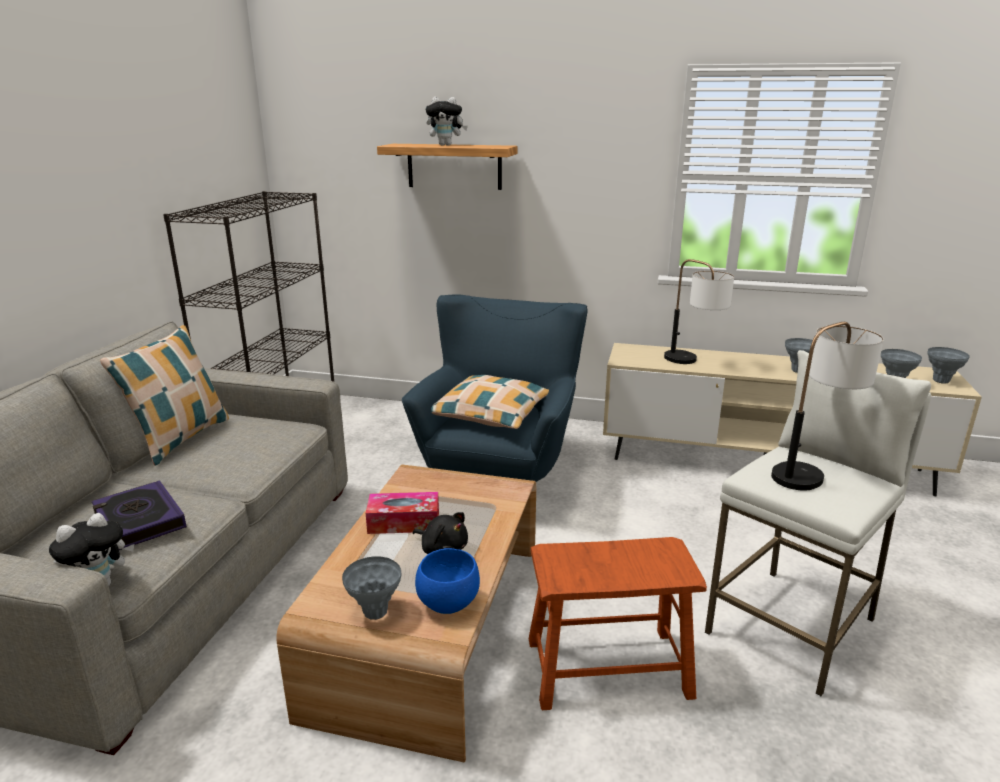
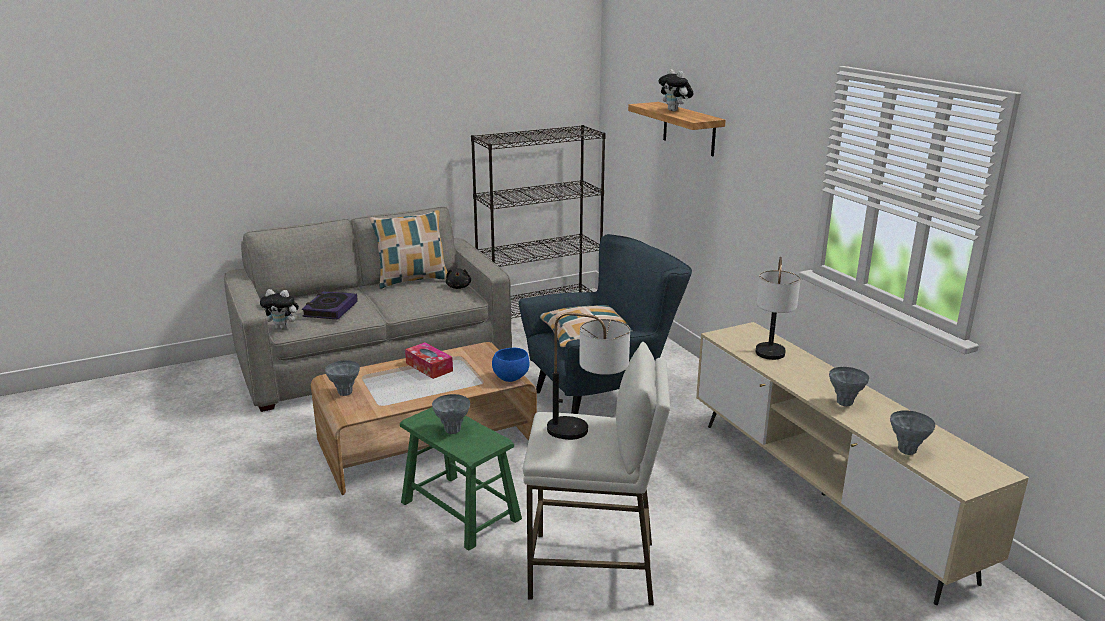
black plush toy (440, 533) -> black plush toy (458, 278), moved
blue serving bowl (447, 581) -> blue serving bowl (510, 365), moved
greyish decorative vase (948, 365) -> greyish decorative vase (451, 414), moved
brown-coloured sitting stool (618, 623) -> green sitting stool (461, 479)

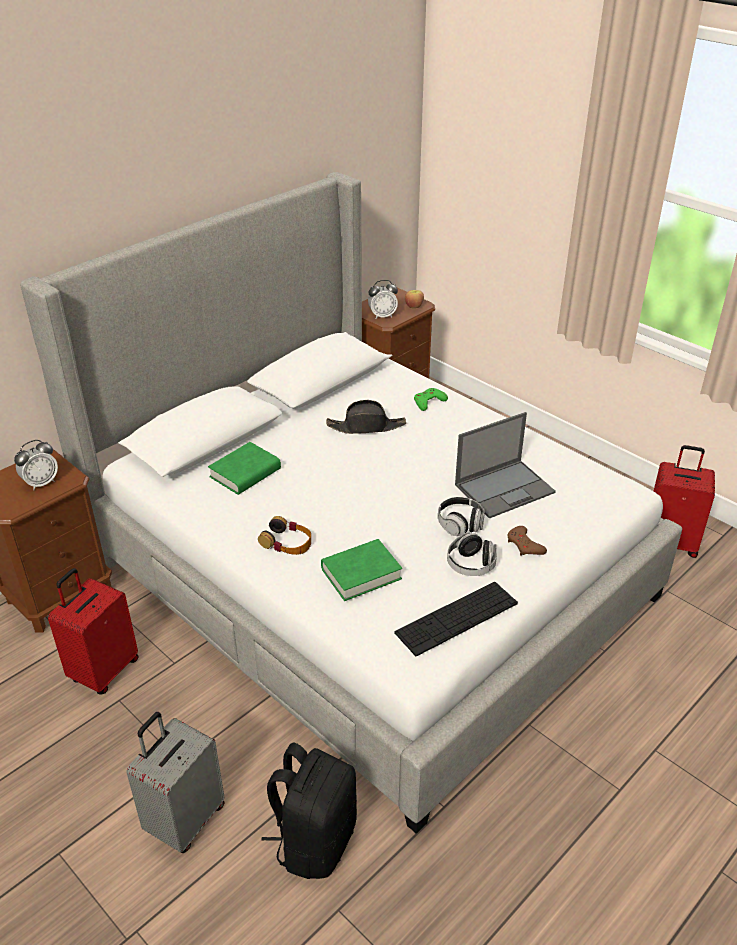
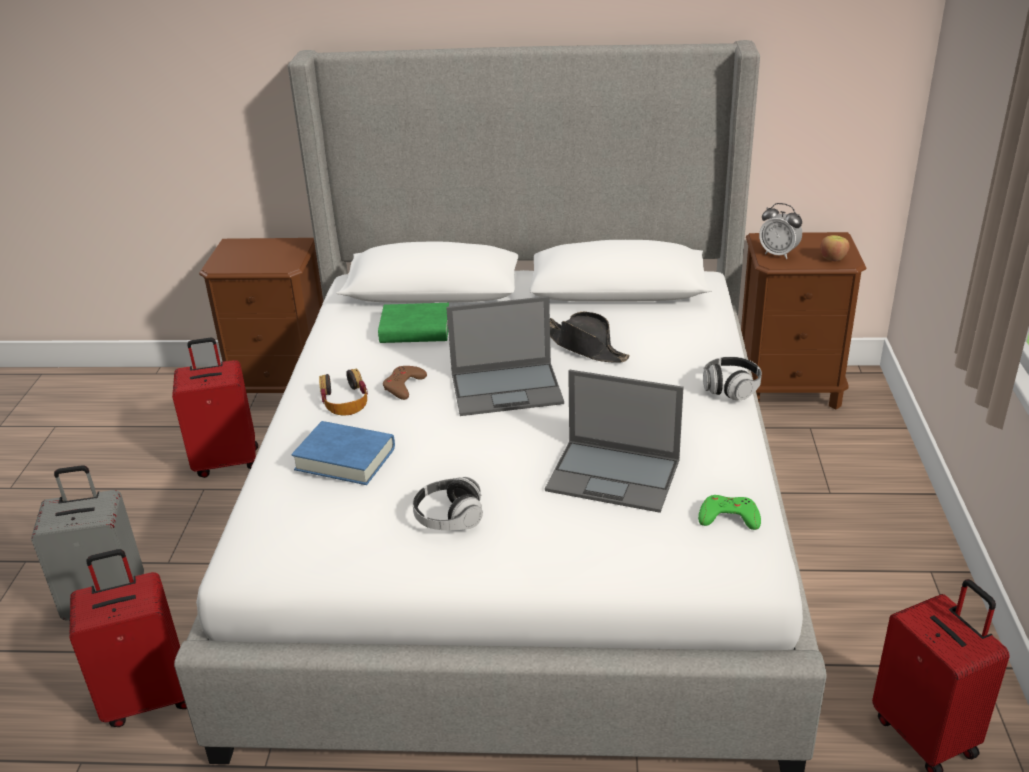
table clock (36, 465) -> none
PC keyboard (456, 619) -> none
none -> laptop (505, 356)
green gamepad (431, 399) -> green gamepad (729, 512), moved
pair of headphones (461, 516) -> pair of headphones (732, 378), moved
brown-coloured gamepad (527, 541) -> brown-coloured gamepad (405, 383), moved
black backpack (309, 810) -> red-coloured travel case (128, 638)
green volume (361, 570) -> blue volume (343, 453)

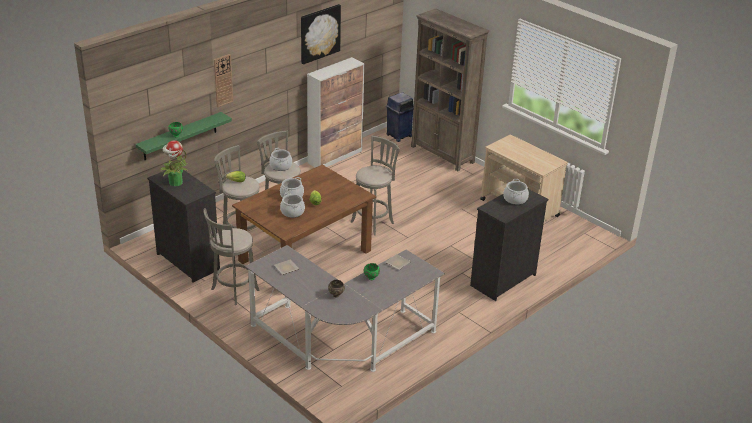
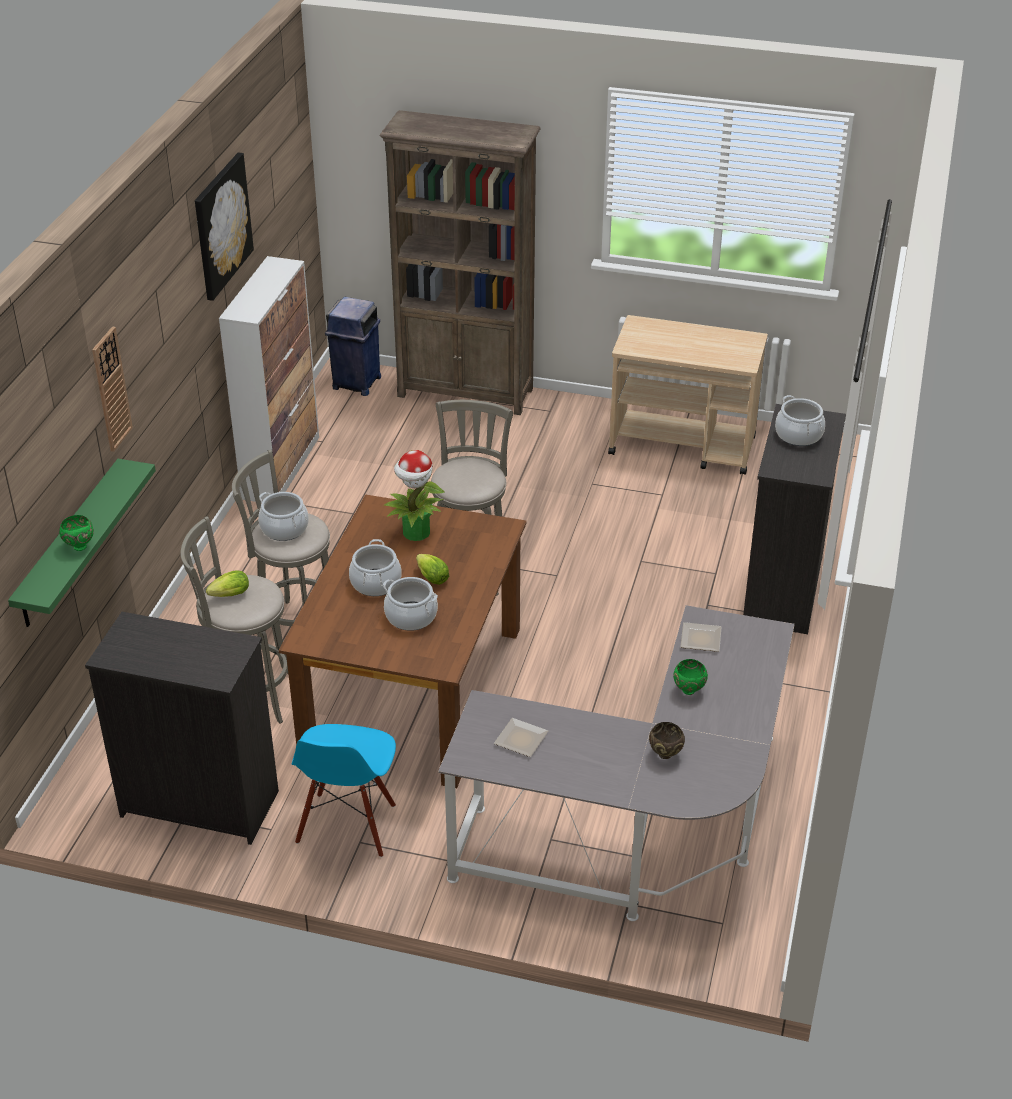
houseplant (173, 163) -> houseplant (414, 495), moved
greyish sitting stool (231, 256) -> blue chair (344, 791)

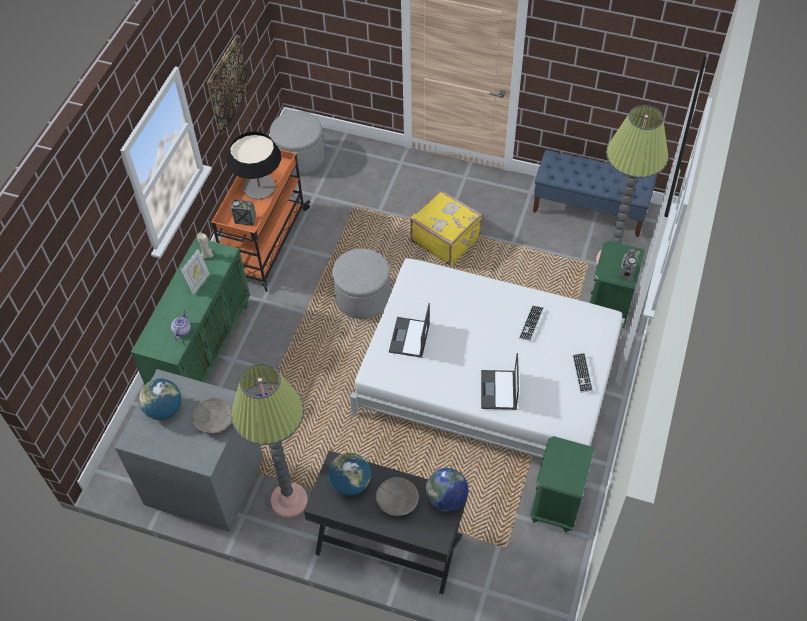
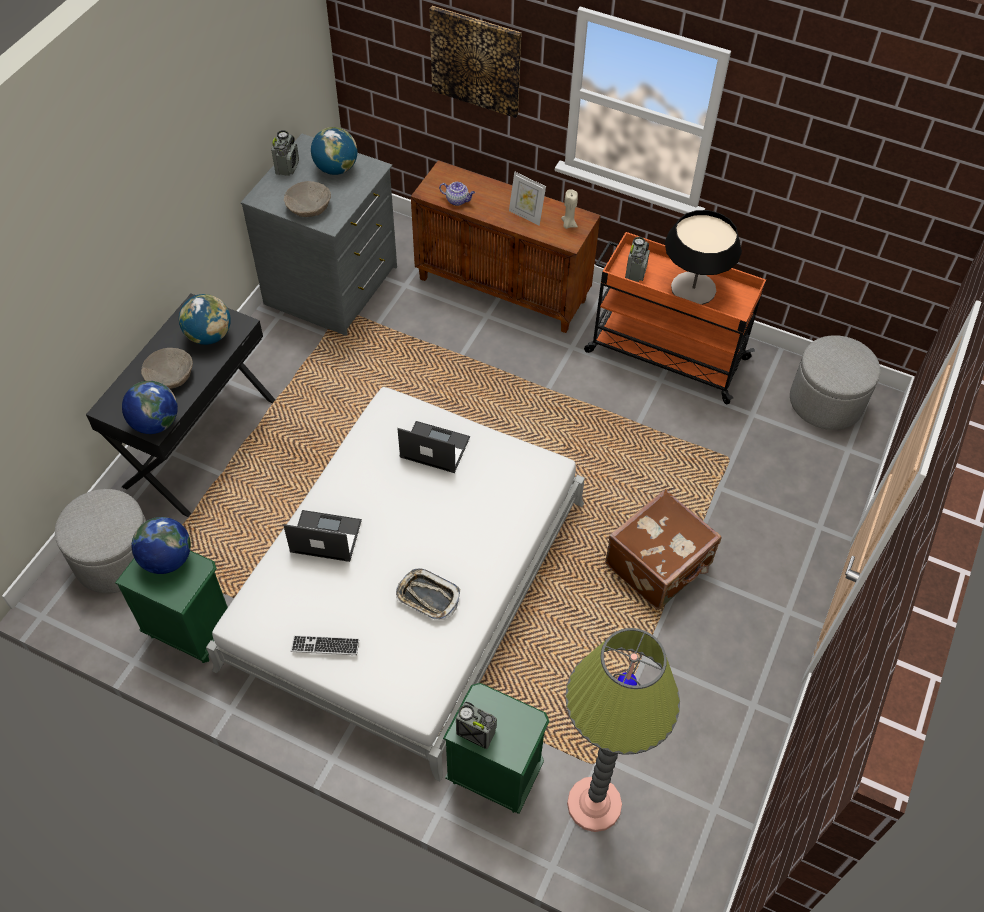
floor lamp (269, 440) -> none
blue bench (595, 193) -> none
none -> globe (161, 545)
none -> radio set (285, 153)
wall picture (228, 85) -> wall picture (475, 62), moved
greyish ottoman (361, 283) -> greyish ottoman (100, 541), moved
PC keyboard (531, 323) -> serving tray (428, 593)
green cupboard (190, 311) -> brown-coloured cupboard (505, 246)
yellow-coloured travel case (446, 228) -> brown-coloured travel case (663, 549)

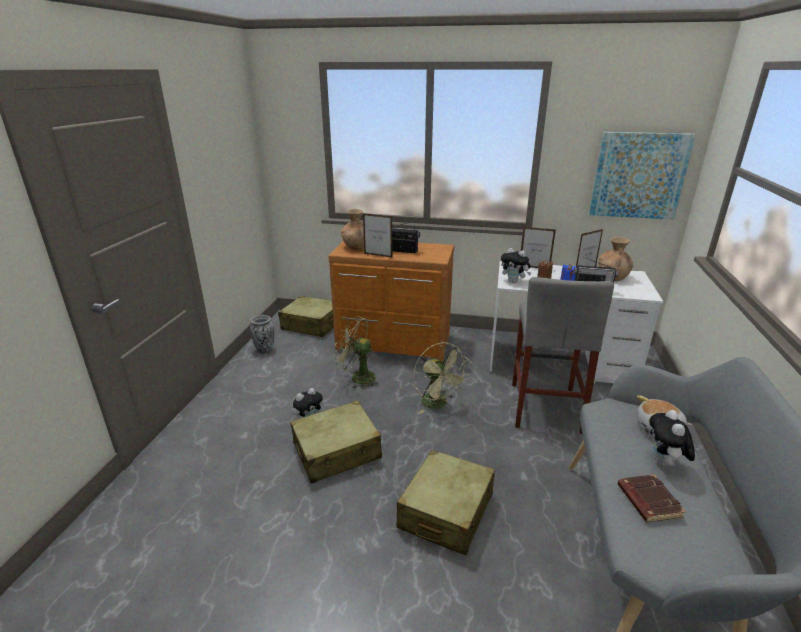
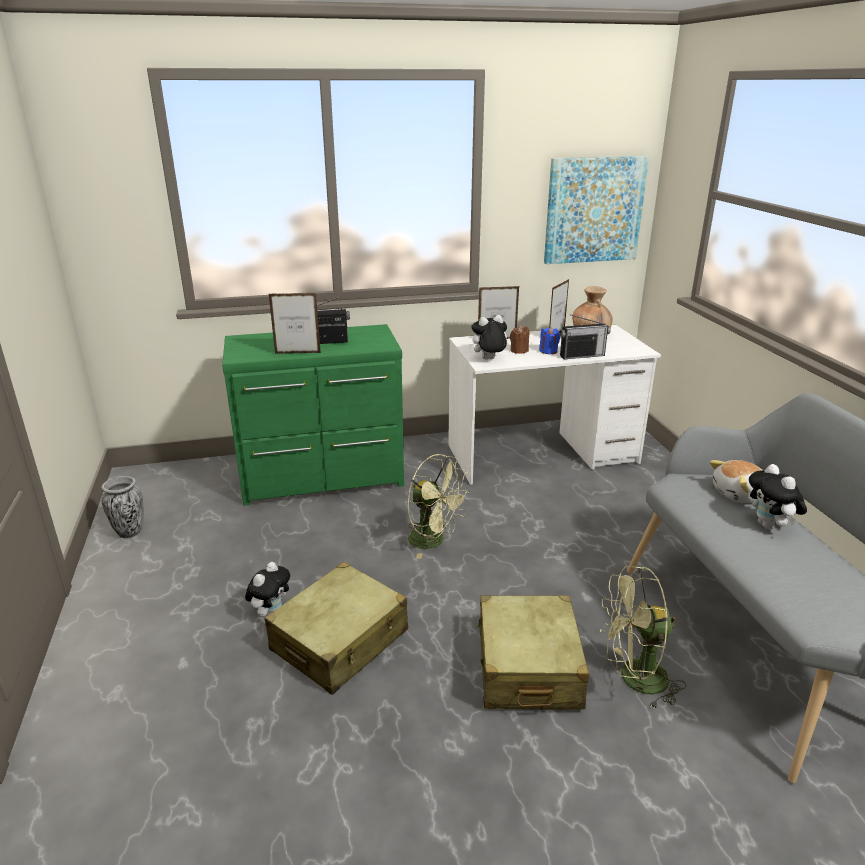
beige-coloured travel case (306, 316) -> none
brown-coloured decorative vase (352, 229) -> none
greyish sitting stool (563, 355) -> none
brown-coloured volume (652, 498) -> none
green electric fan (356, 353) -> green electric fan (643, 638), moved
brown-coloured chest of drawers (391, 301) -> green chest of drawers (313, 415)
plush toy (516, 265) -> plush toy (487, 337), 150 degrees clockwise

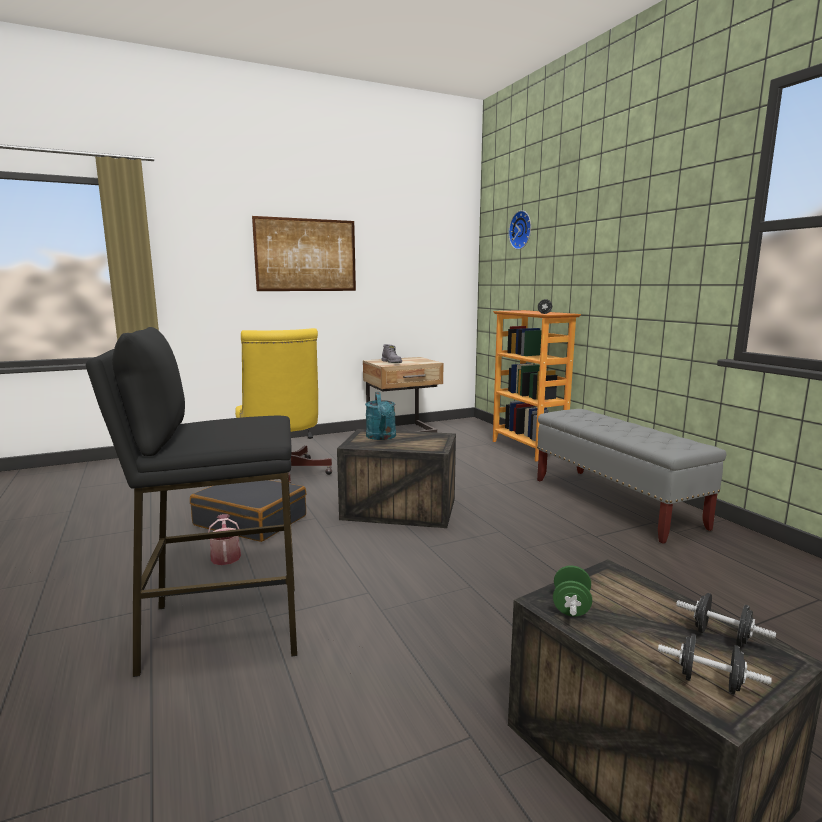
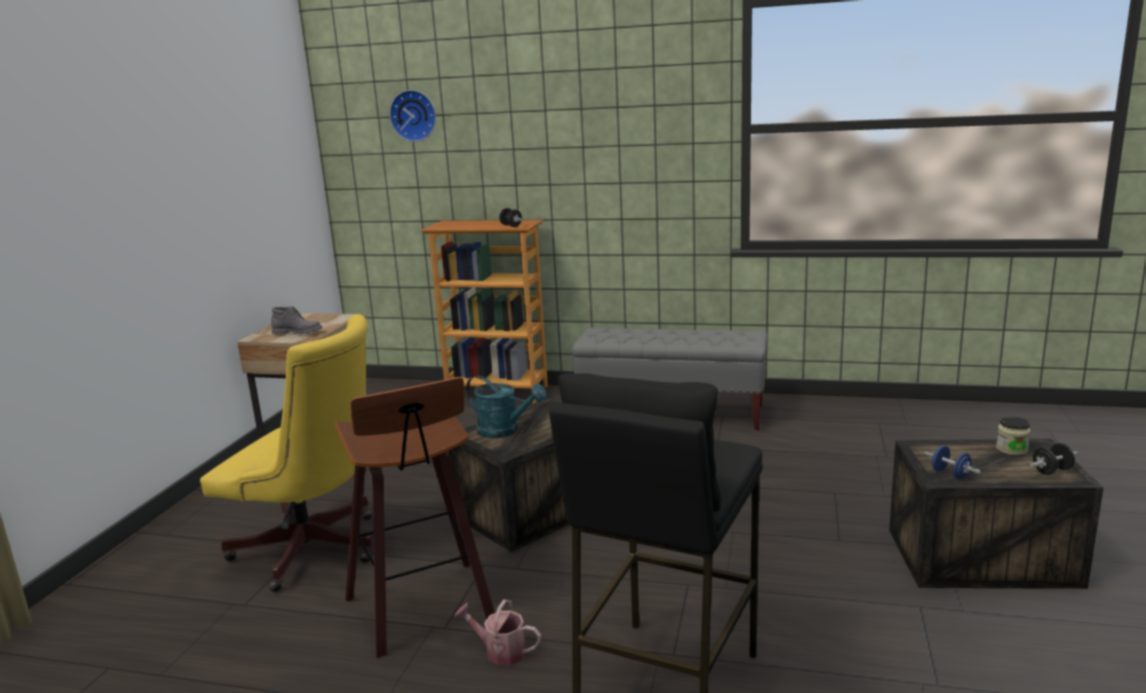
wall picture (304, 253) -> none
black travel case (248, 511) -> sitting stool (415, 517)
black free weight (726, 620) -> preserve jar (1013, 436)
green free weight (572, 591) -> blue free weight (952, 462)

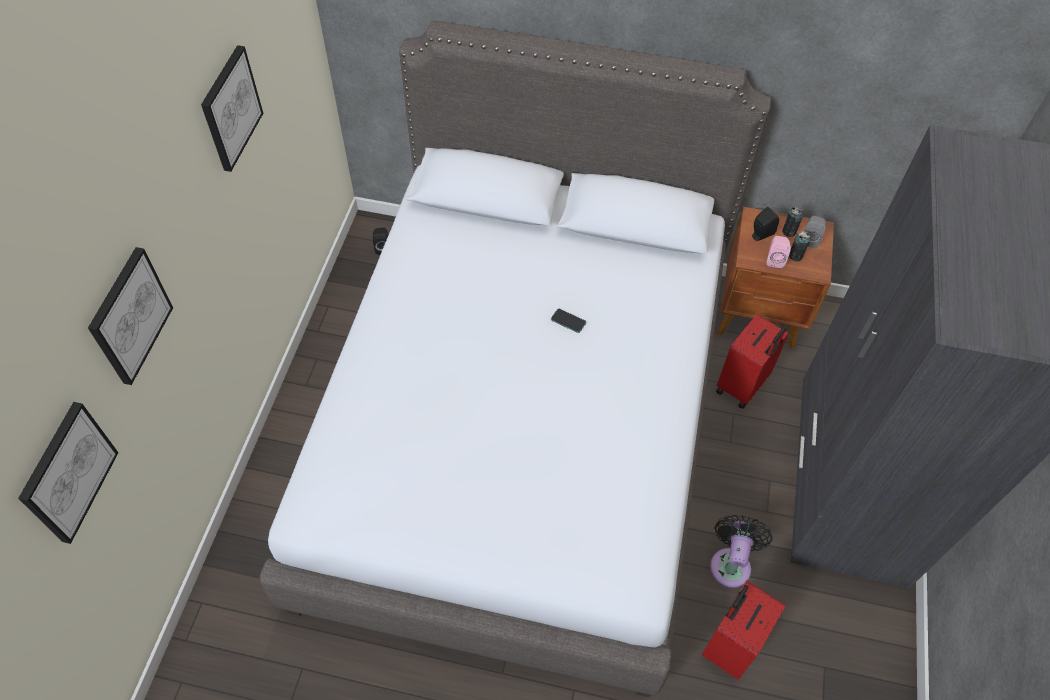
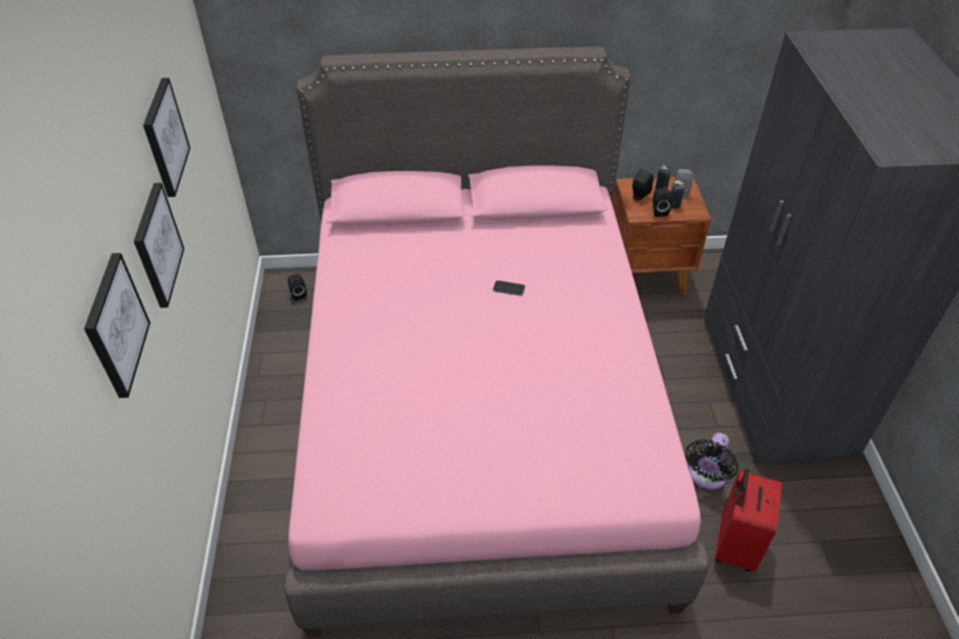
red-coloured travel case (752, 361) -> none
wall picture (68, 473) -> wall picture (159, 245), moved
greyish sleeping bed (515, 358) -> pinkish sleeping bed (496, 342)
pinkish loudspeaker (779, 252) -> black loudspeaker (663, 202)
black electric fan (741, 551) -> black electric fan (711, 461), 150 degrees counterclockwise

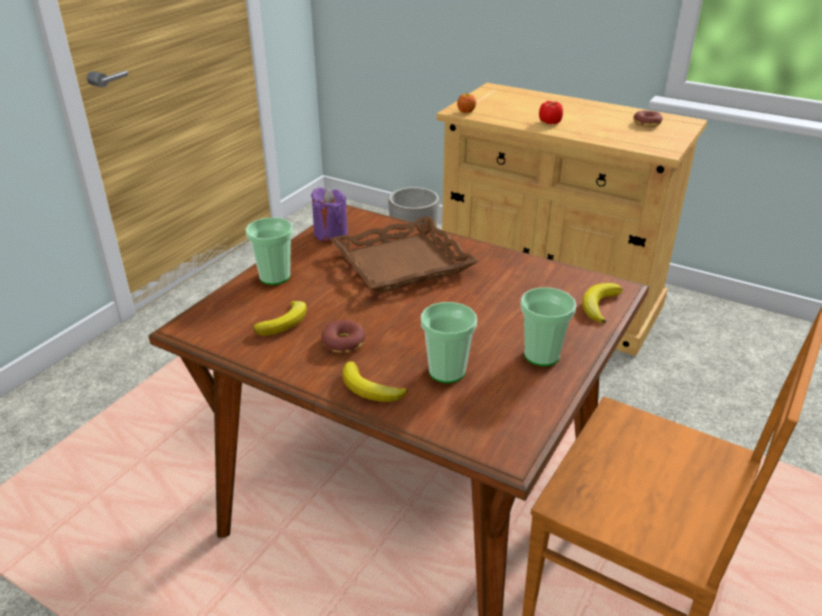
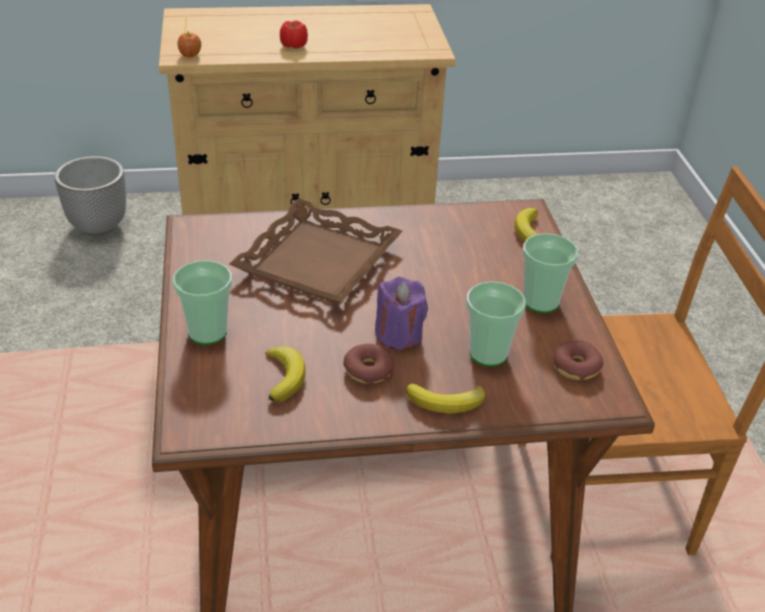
purple-coloured wax candle (329, 214) -> purple-coloured wax candle (401, 313), moved
donut (648, 118) -> donut (578, 360), moved

